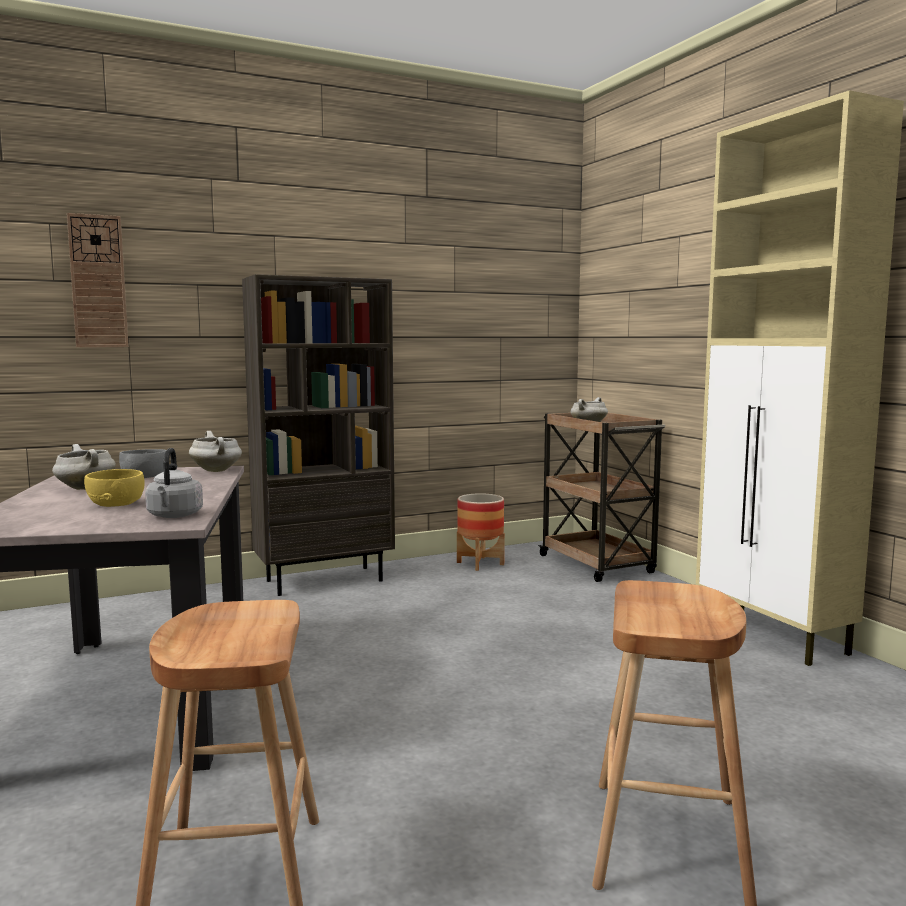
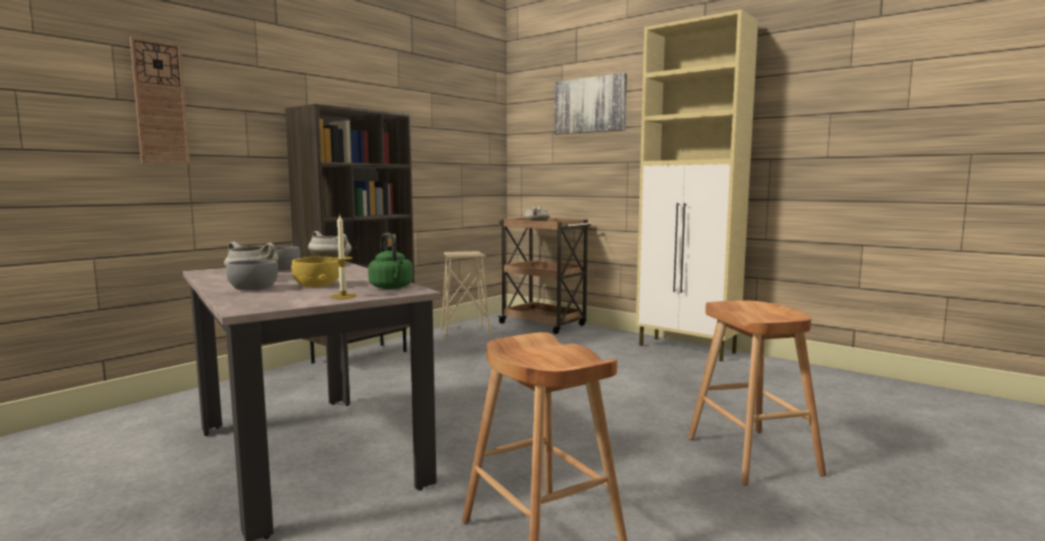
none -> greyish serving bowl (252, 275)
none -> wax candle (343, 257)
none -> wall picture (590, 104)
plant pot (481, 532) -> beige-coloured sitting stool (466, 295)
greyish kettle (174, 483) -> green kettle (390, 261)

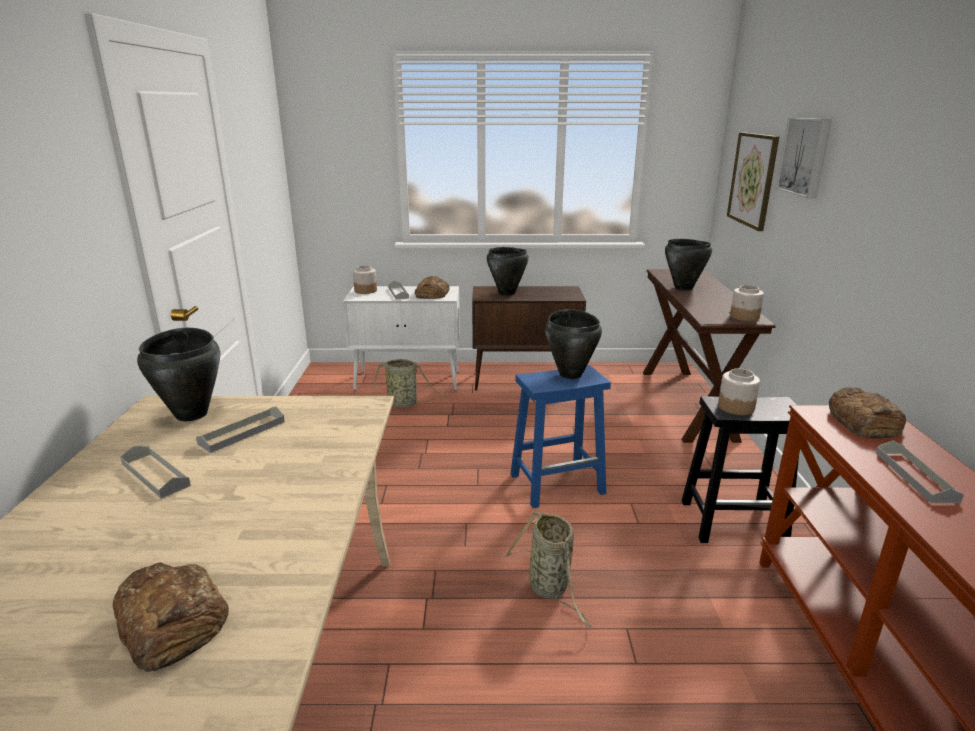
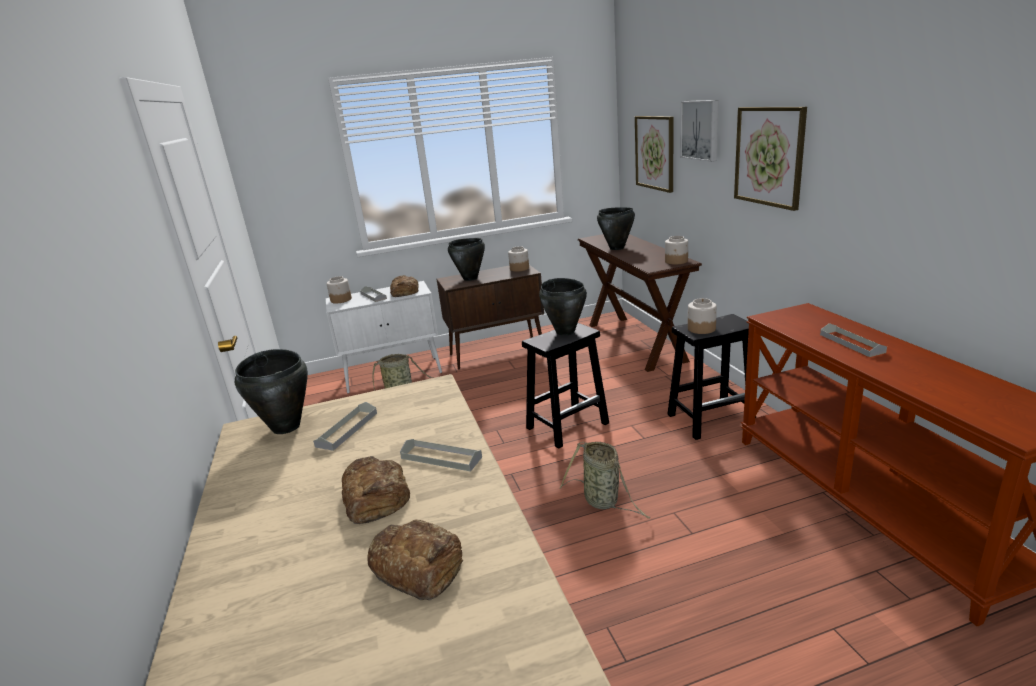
none -> preserve jar (518, 259)
none -> wall picture (770, 159)
greyish serving tray (155, 472) -> greyish serving tray (441, 455), moved
bread (867, 413) -> bread (376, 490), moved
blue sitting stool (560, 436) -> black sitting stool (565, 386)

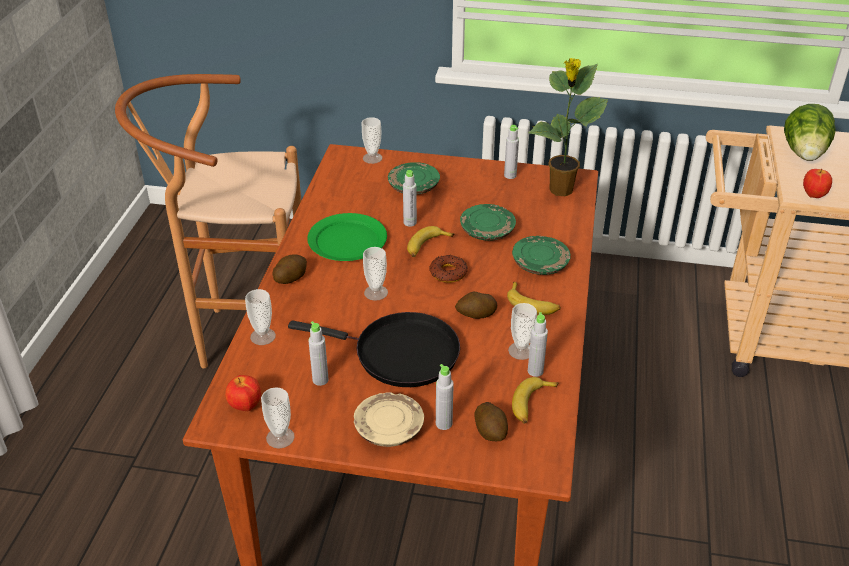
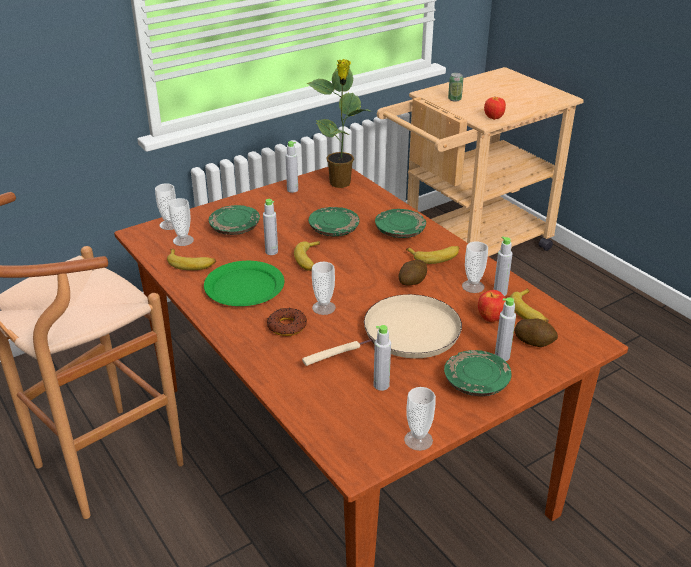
spud (290, 269) -> none
none -> whole banana (191, 259)
apple fruit (243, 393) -> apple fruit (491, 306), moved
drinking cup (260, 317) -> drinking cup (181, 222), moved
donut (448, 269) -> donut (287, 322), moved
lettuce (809, 132) -> metal can (455, 87)
black pan (374, 349) -> beige-coloured pan (382, 330)
beige-coloured plate (389, 419) -> green plate (477, 373)

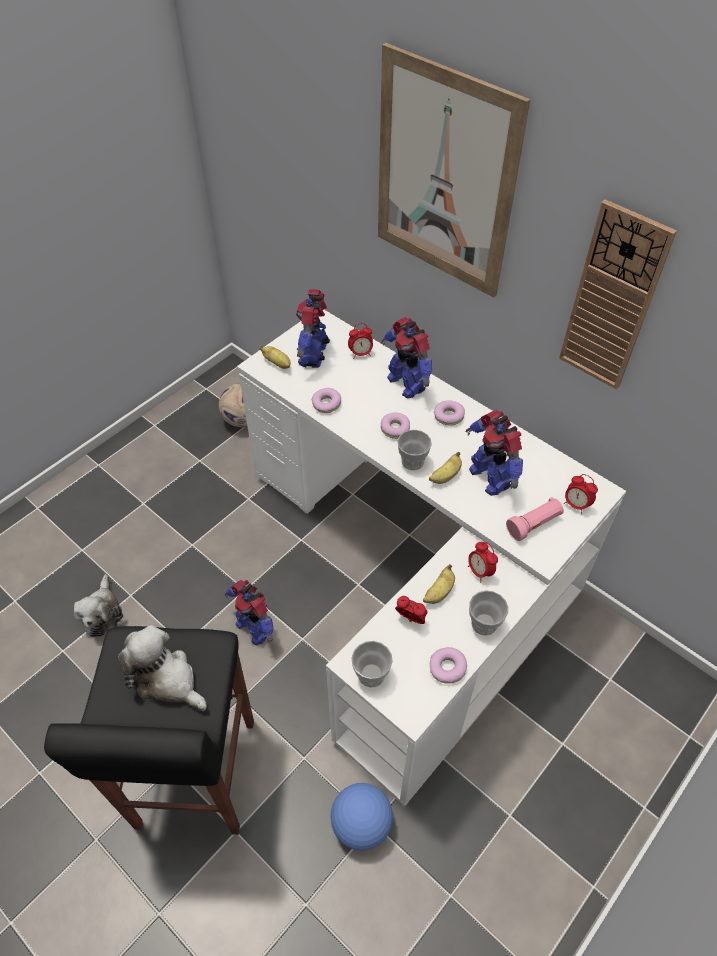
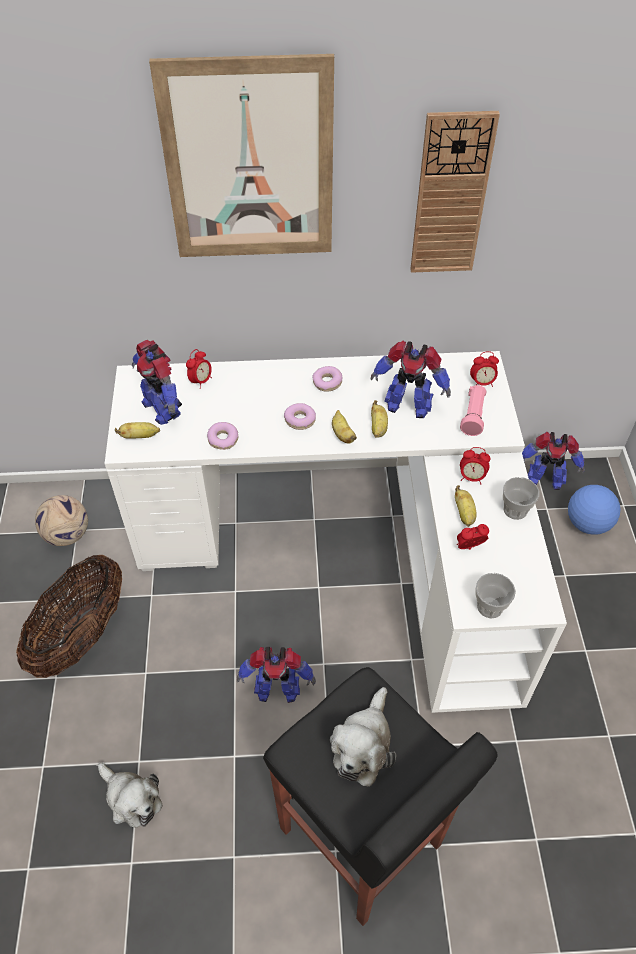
donut (448, 665) -> none
none -> basket (69, 616)
football ball (362, 817) -> football ball (594, 510), moved
robot figure (406, 358) -> robot figure (553, 461), moved
drinking cup (414, 450) -> whole banana (344, 426)
plush toy (162, 668) -> plush toy (363, 737), 60 degrees counterclockwise

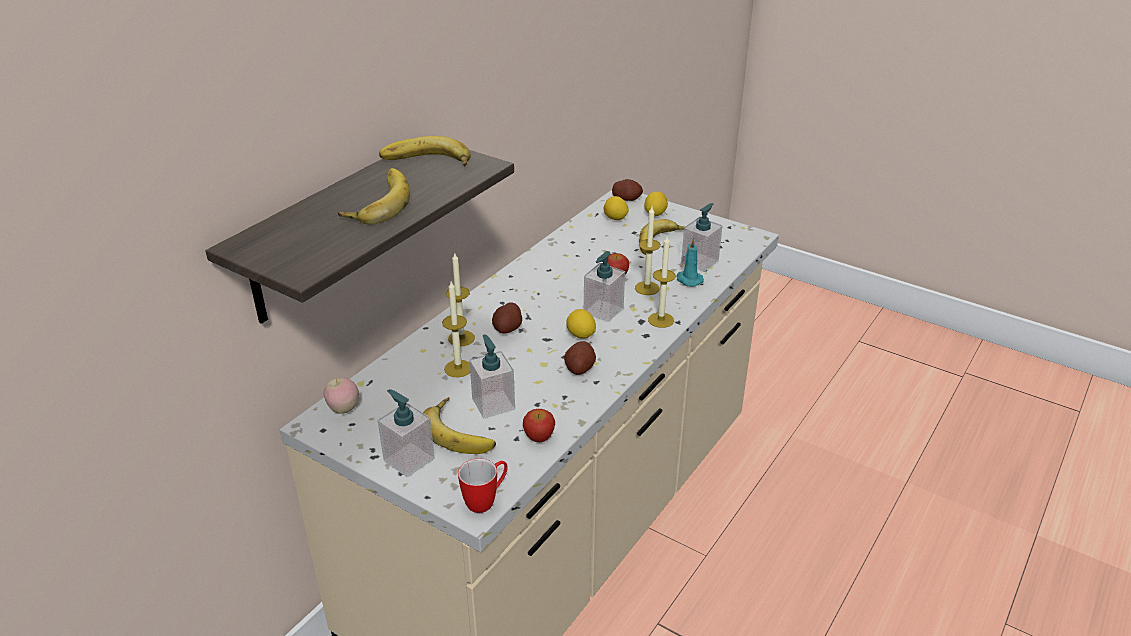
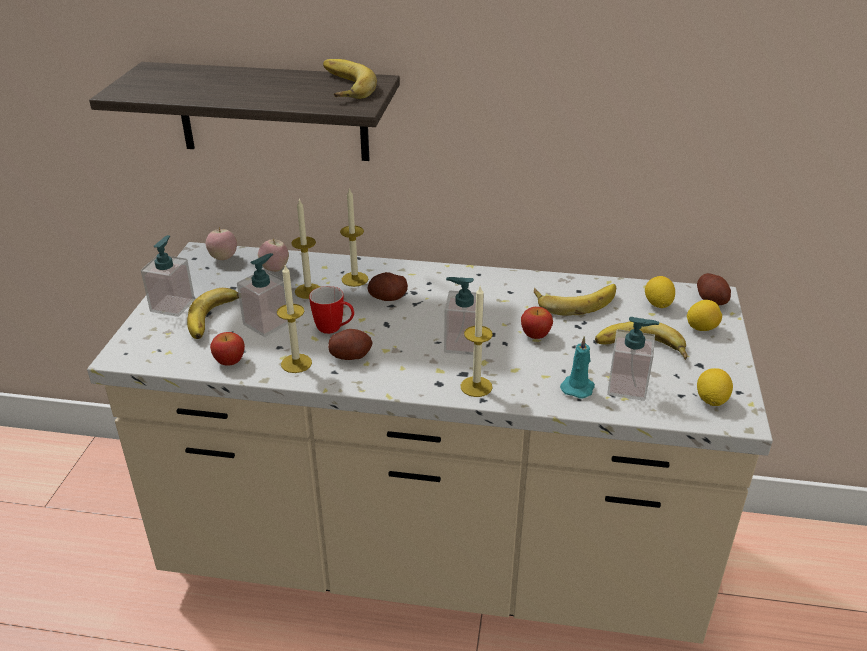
none -> apple fruit (273, 255)
whole banana (374, 196) -> whole banana (575, 300), moved
coffee mug (483, 485) -> coffee mug (331, 310), moved
citrus fruit (581, 324) -> citrus fruit (715, 387), moved
wax candle (648, 251) -> wax candle (294, 319), moved

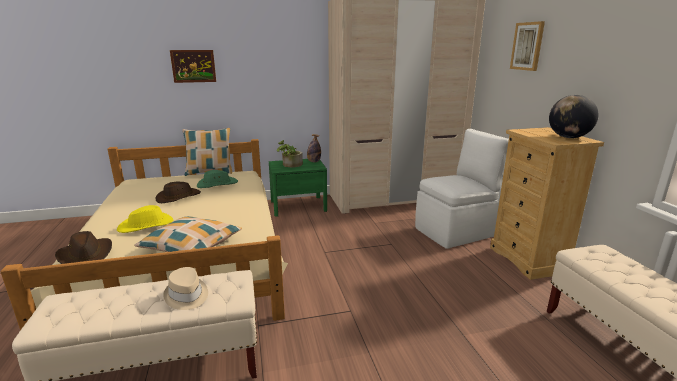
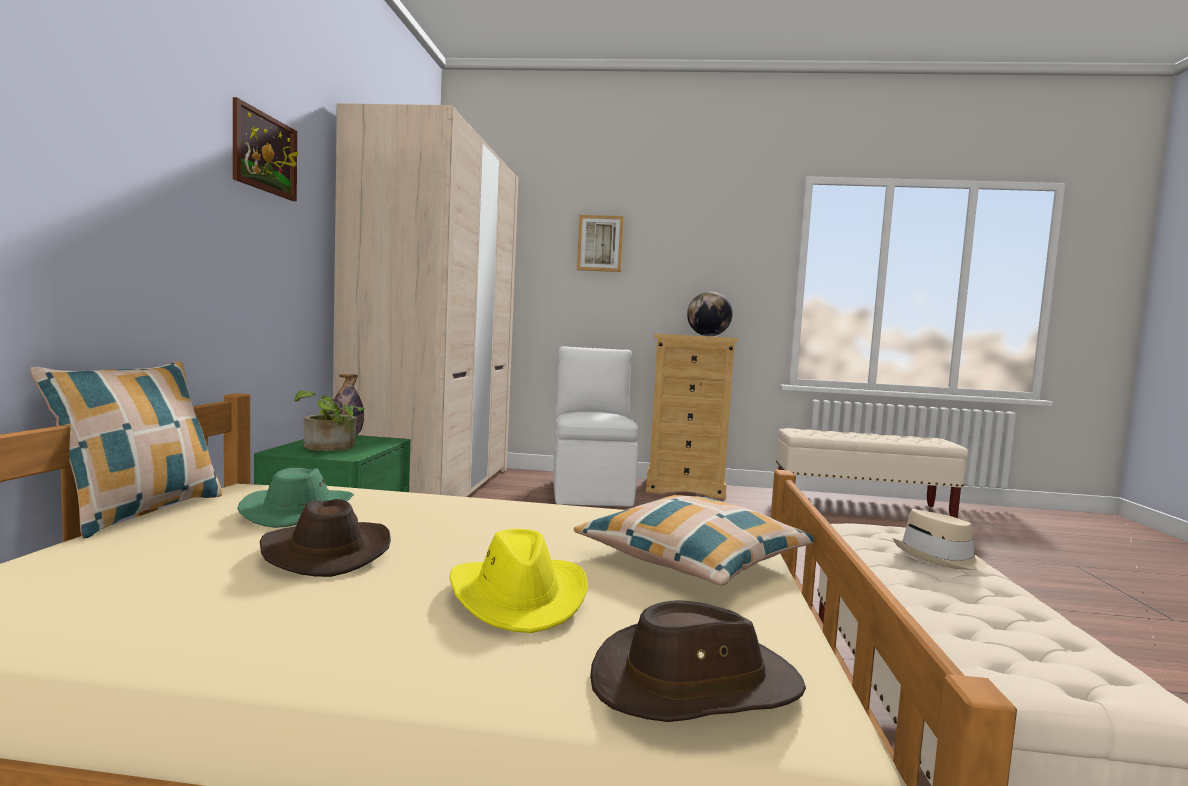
wall picture (193, 66) -> wall picture (265, 149), moved

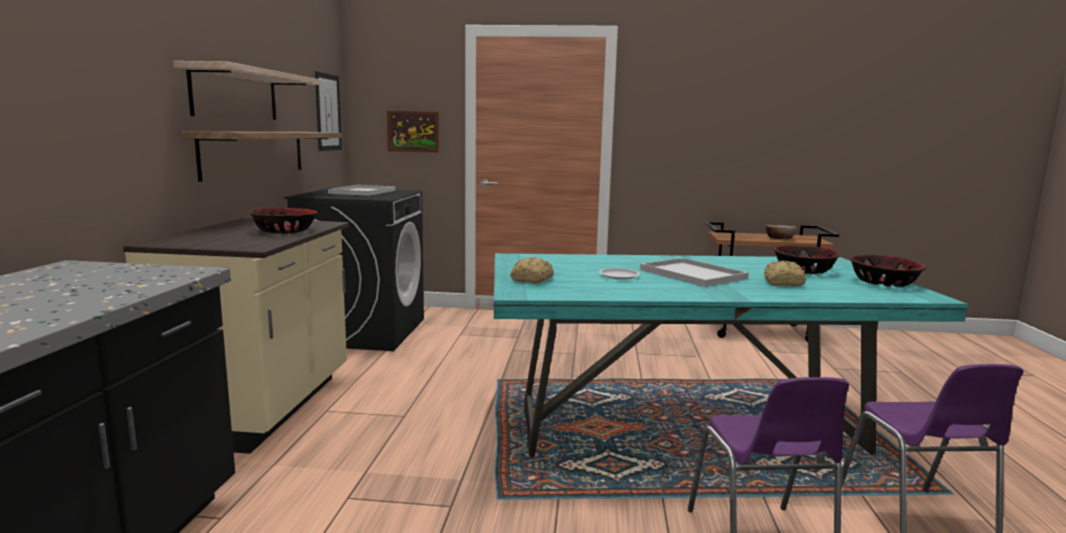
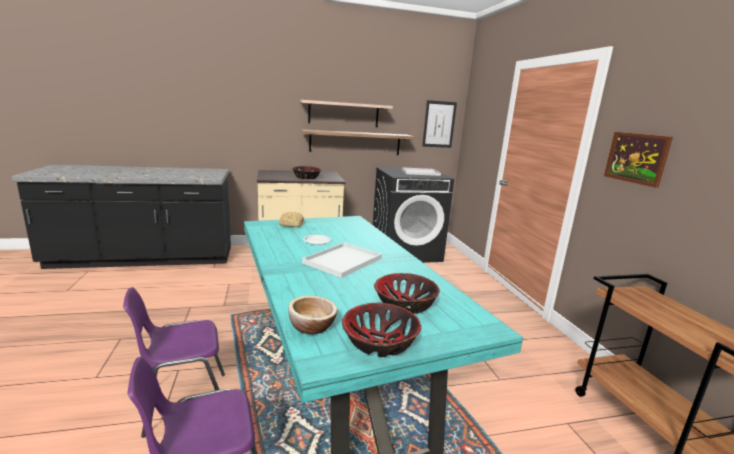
bread (785, 273) -> none
wall picture (413, 132) -> wall picture (638, 160), moved
serving bowl (781, 232) -> serving bowl (312, 315), moved

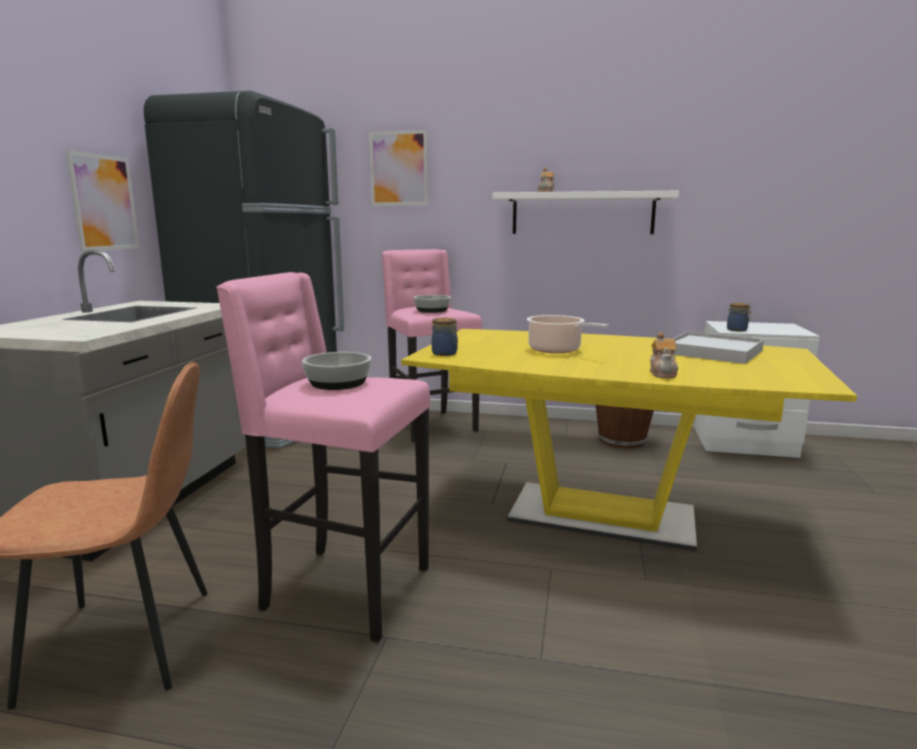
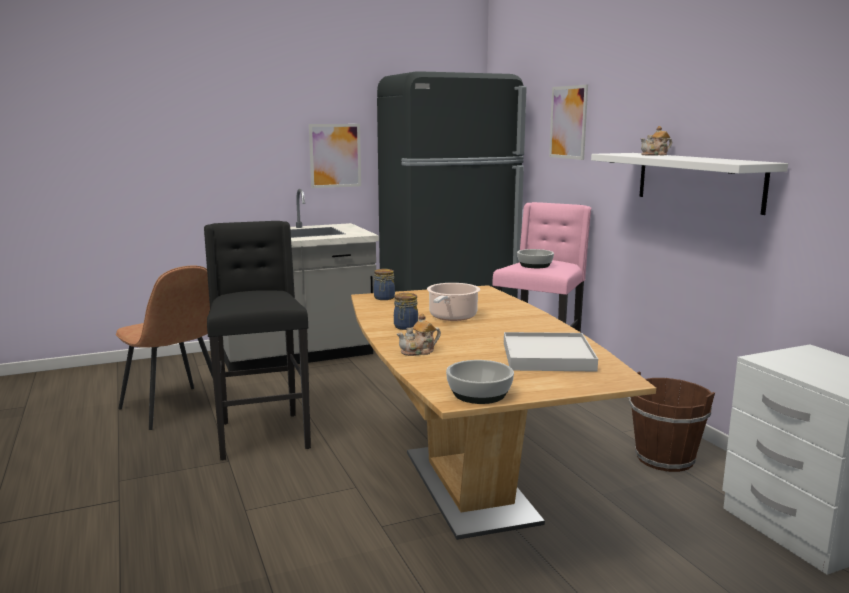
serving bowl (336, 371) -> serving bowl (480, 382), moved
preserve jar (739, 317) -> preserve jar (406, 311), moved
pinkish sitting stool (323, 457) -> black sitting stool (257, 340)
yellow-coloured dinner table (629, 440) -> brown-coloured dinner table (503, 412)

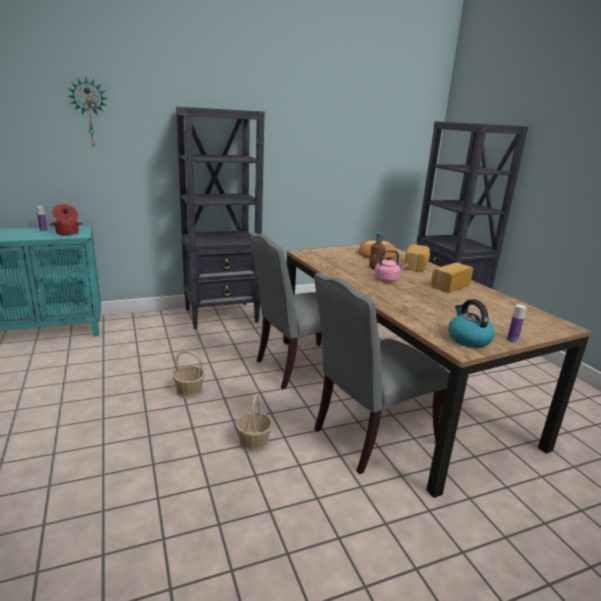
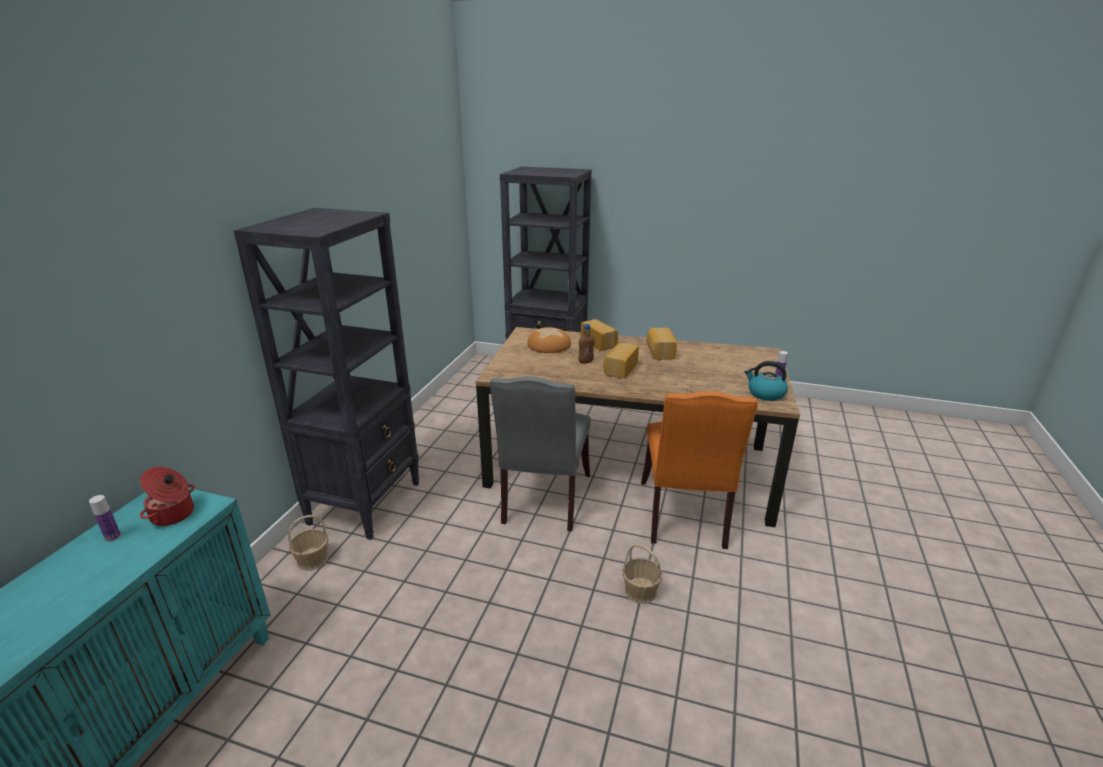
wall clock (88, 113) -> none
basket (189, 375) -> basket (308, 543), moved
pinkish kettle (391, 266) -> bread (621, 361)
greyish chair (381, 373) -> orange chair (699, 470)

